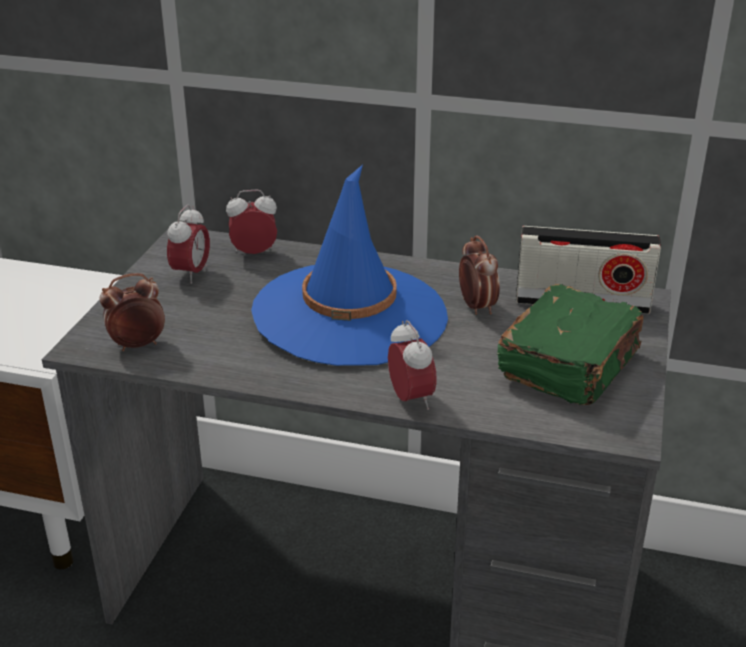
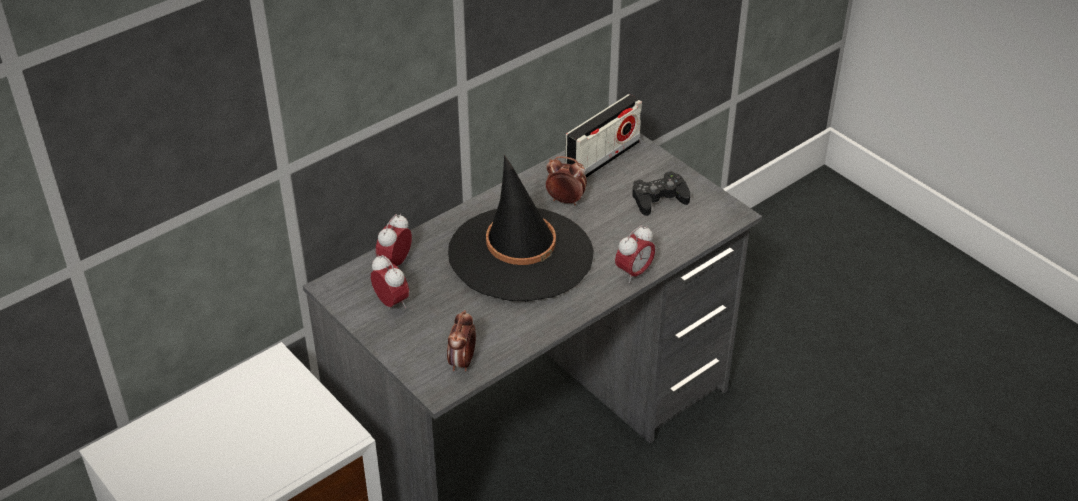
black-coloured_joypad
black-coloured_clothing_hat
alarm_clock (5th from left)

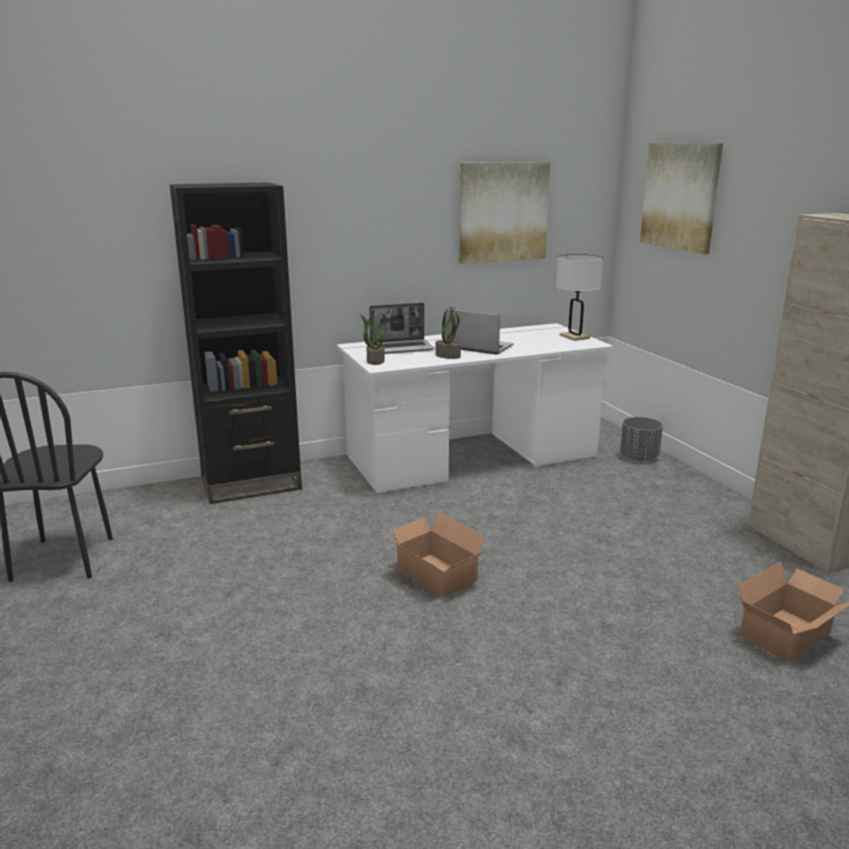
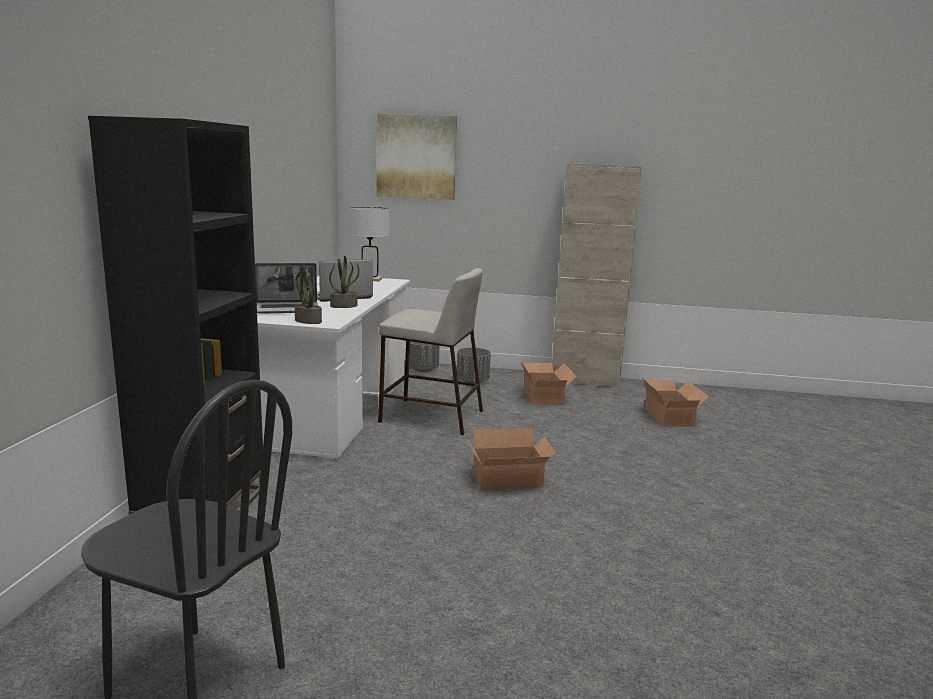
wall_picture (1st from left in the first image)
beige-coloured_stool
gray_plant_pot (2nd from left)
cardboard_box (2nd from left)
notebook_computer (1st from left)

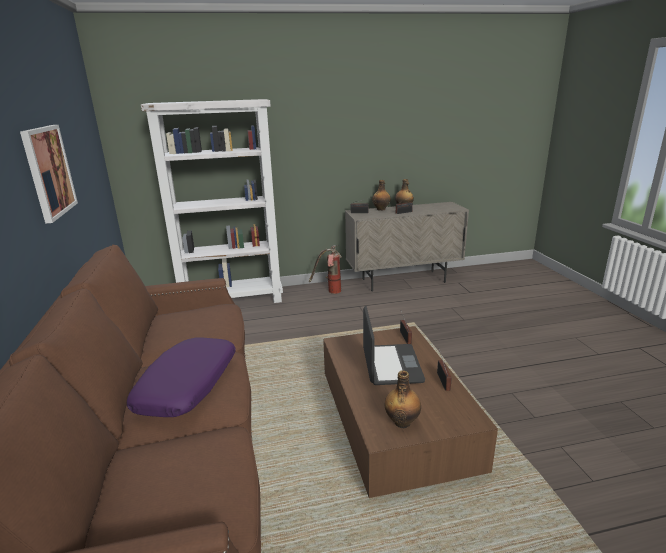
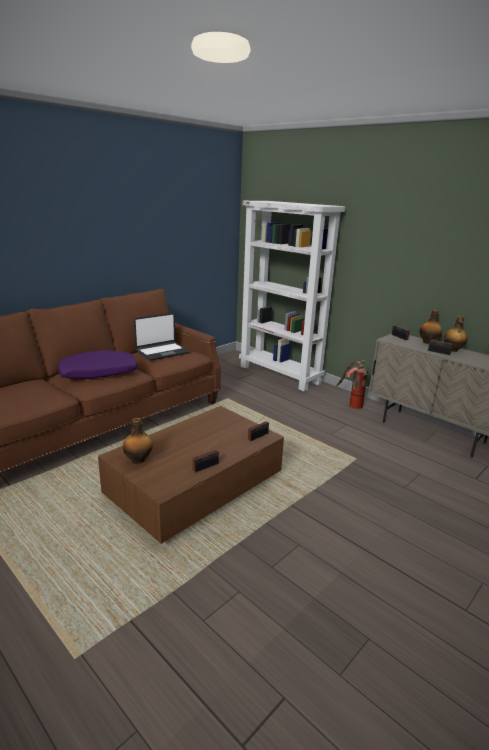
wall_picture
notebook_computer

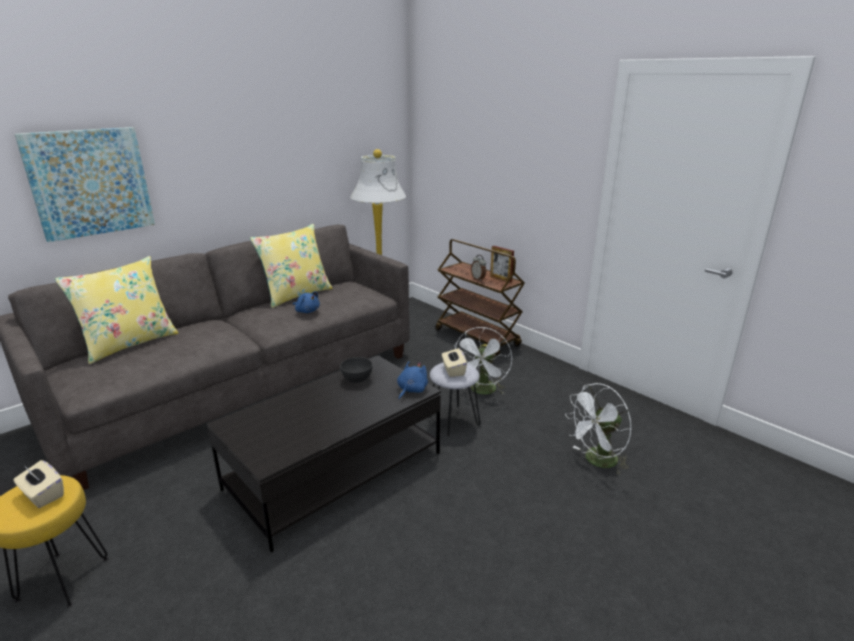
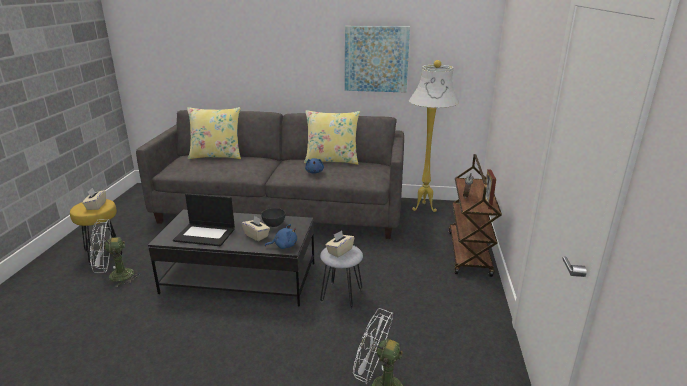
notebook_computer
beige-coloured_box_of_tissues (2nd from left)
wall_picture
white_fan (1st from left)

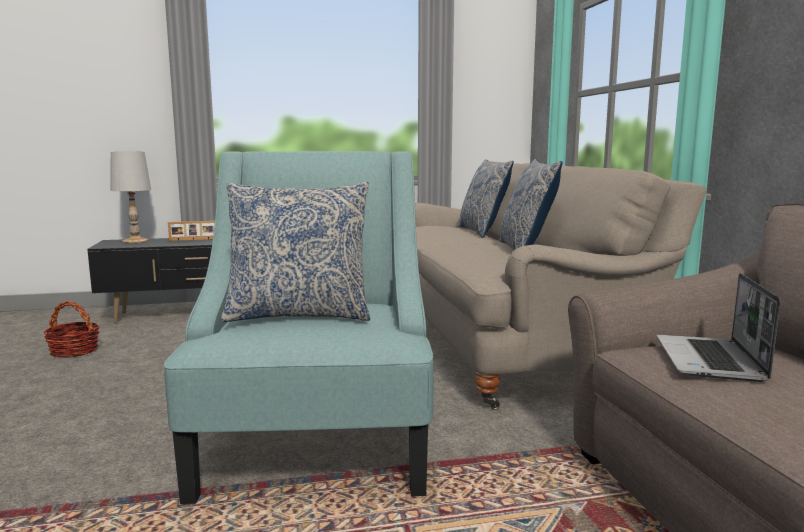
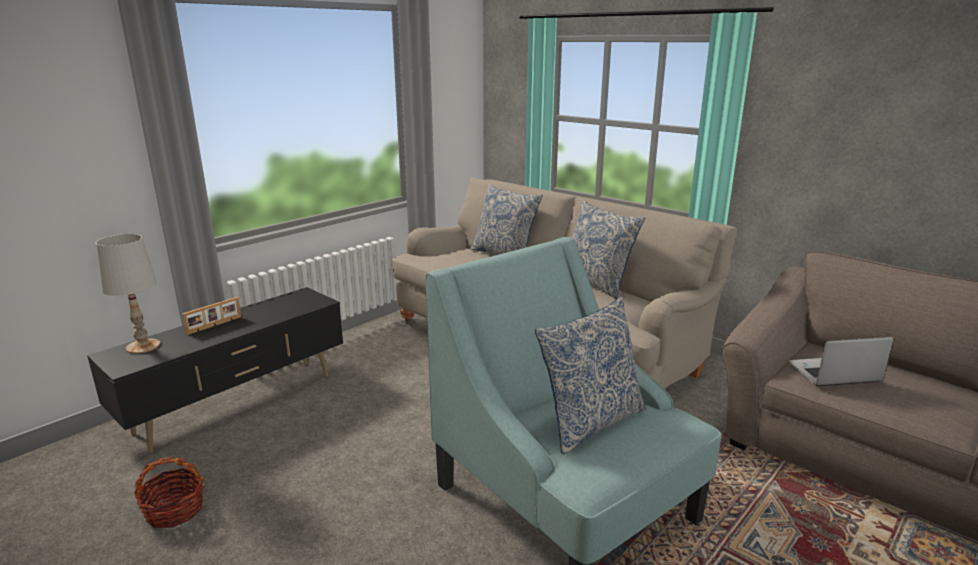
notebook_computer

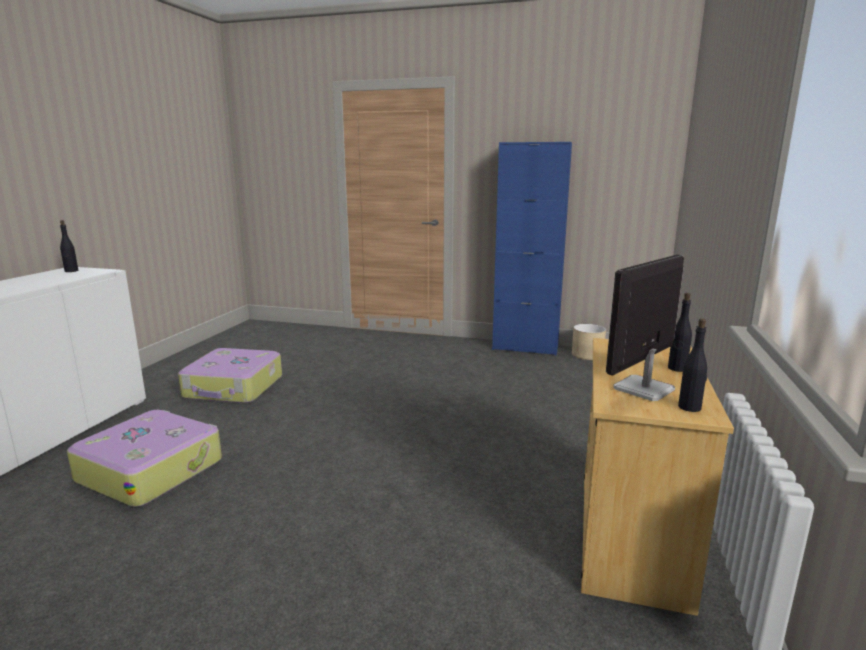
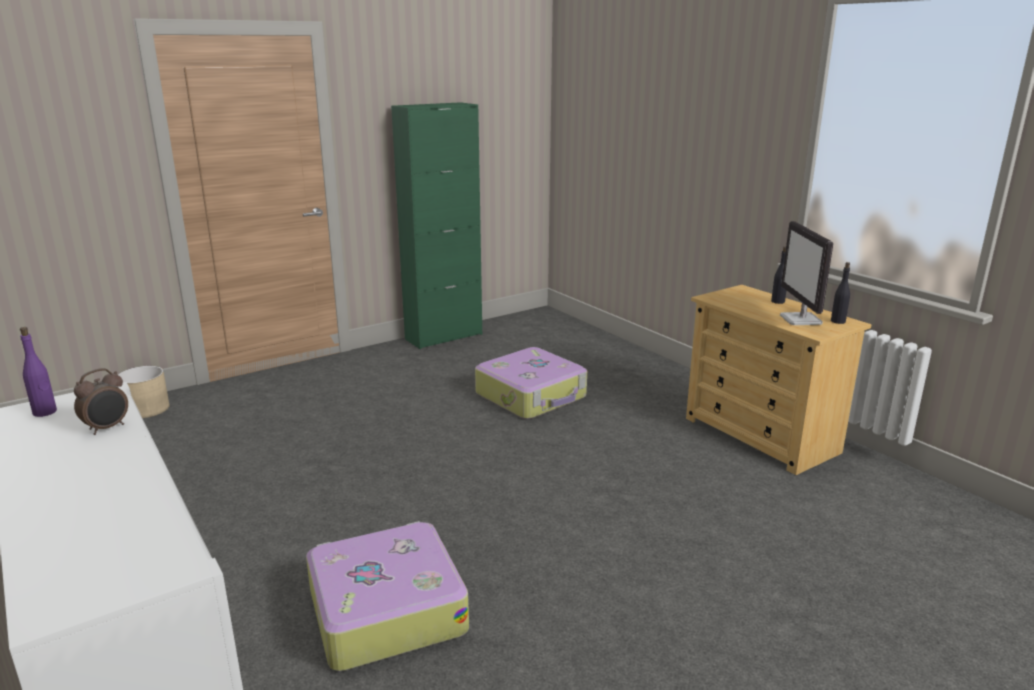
alarm_clock
piece_of_luggage (2nd from left)
beige-coloured_plant_pot
purplish_drink_bottle
green_cabinet

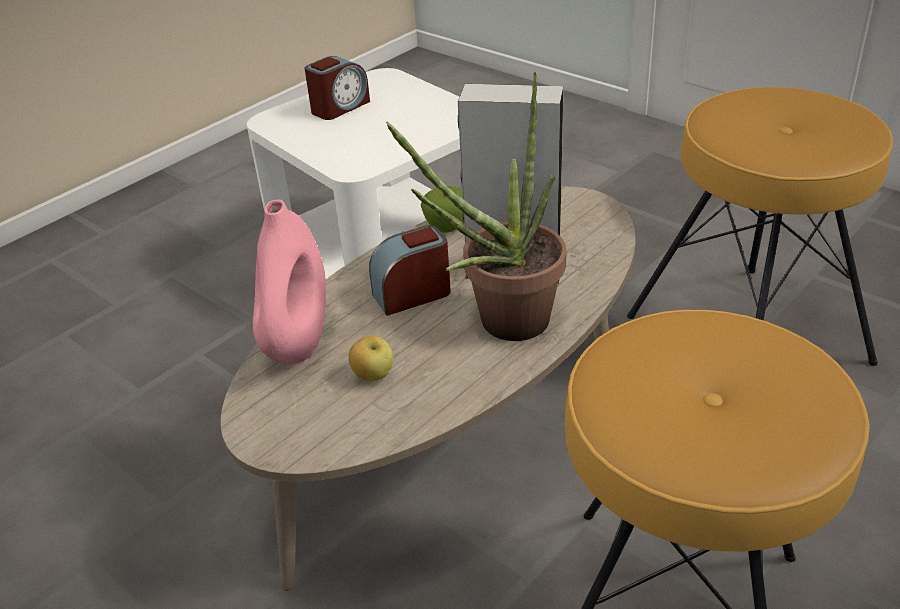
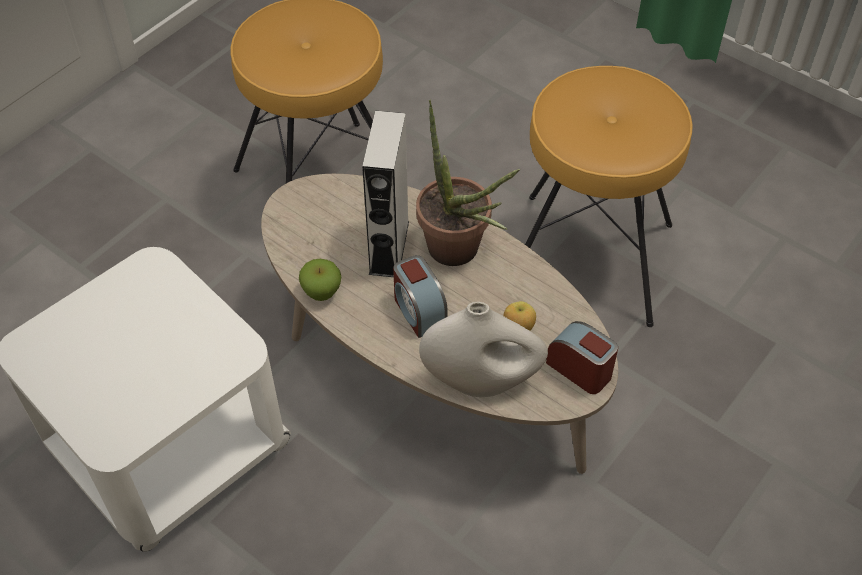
alarm_clock (2nd from left)
white_flower_vase

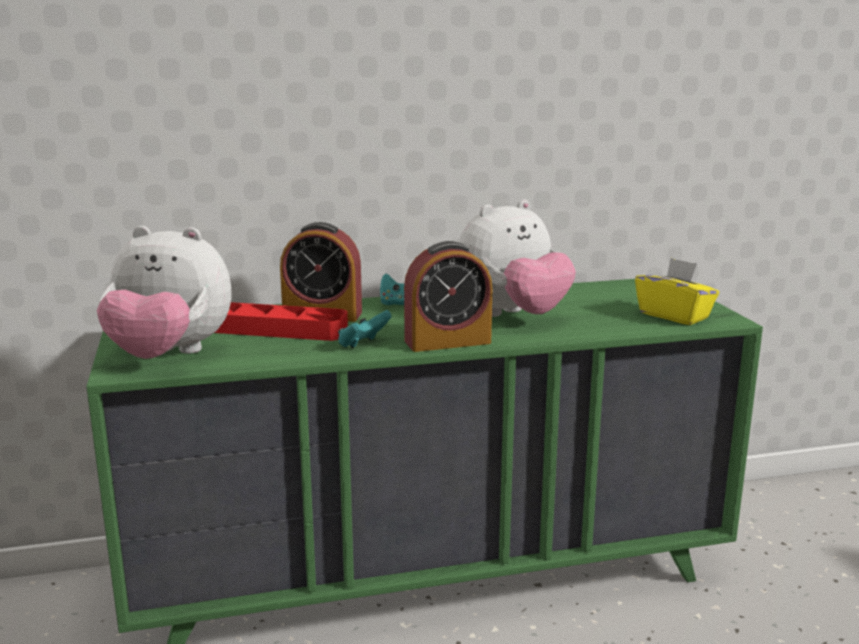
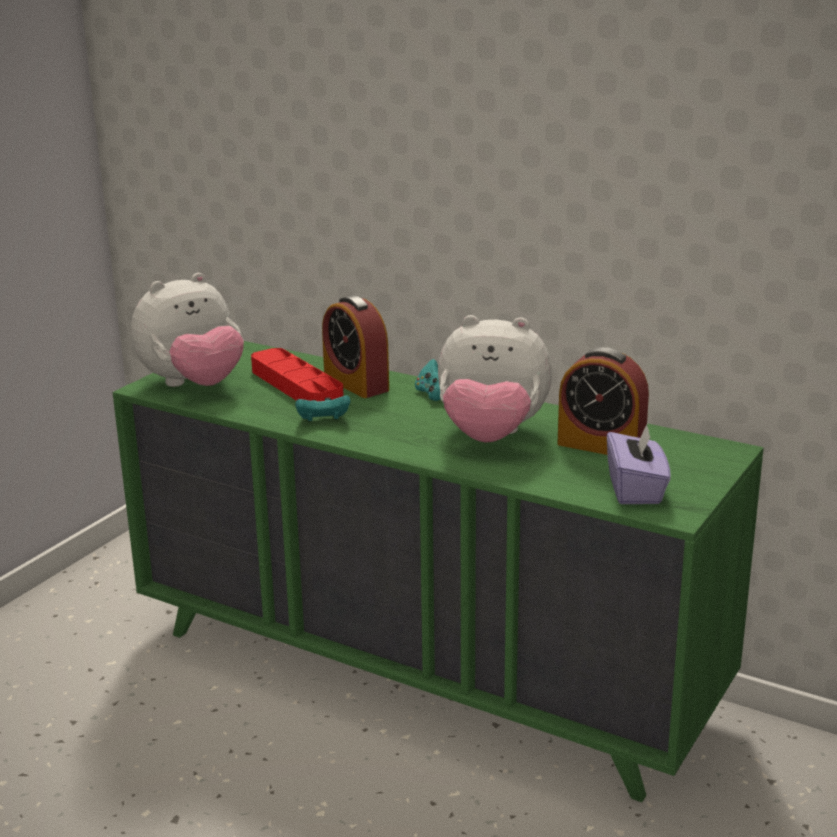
alarm_clock (2nd from left)
purplish_box_of_tissues
soft_toy (1st from left)

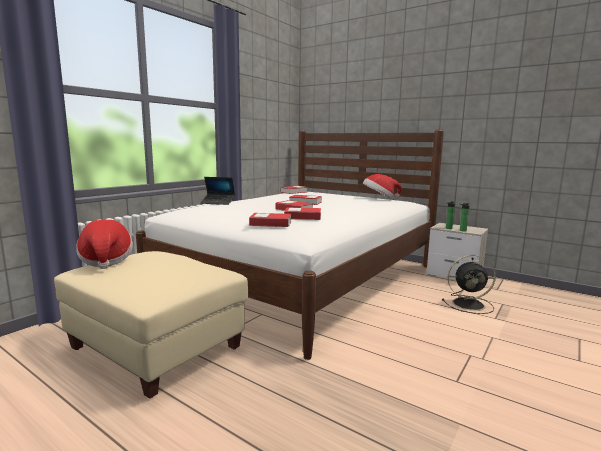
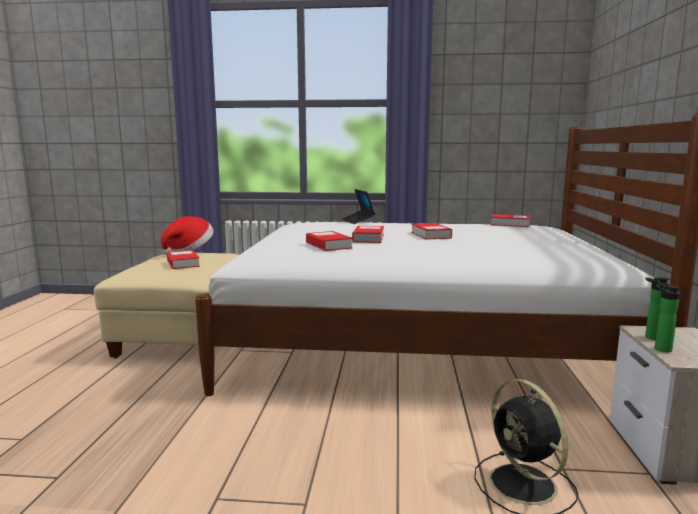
clothing_hat (2nd from left in the first image)
book (1st from left)

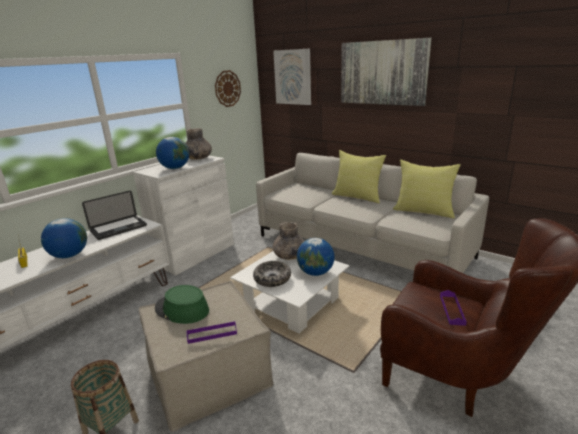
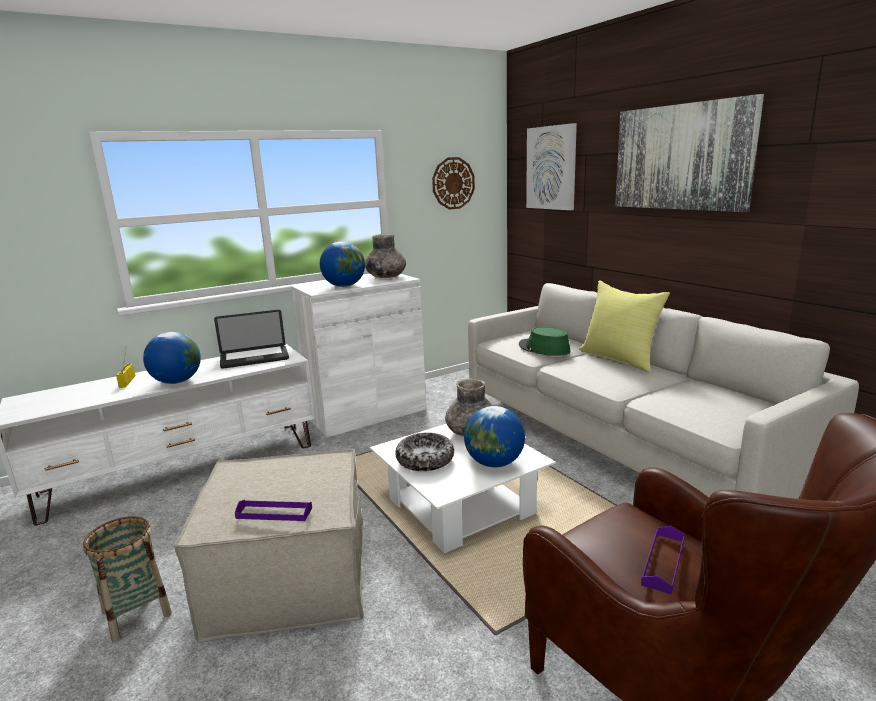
yellowish_cushion (2nd from left in the first image)
green_clothing_hat

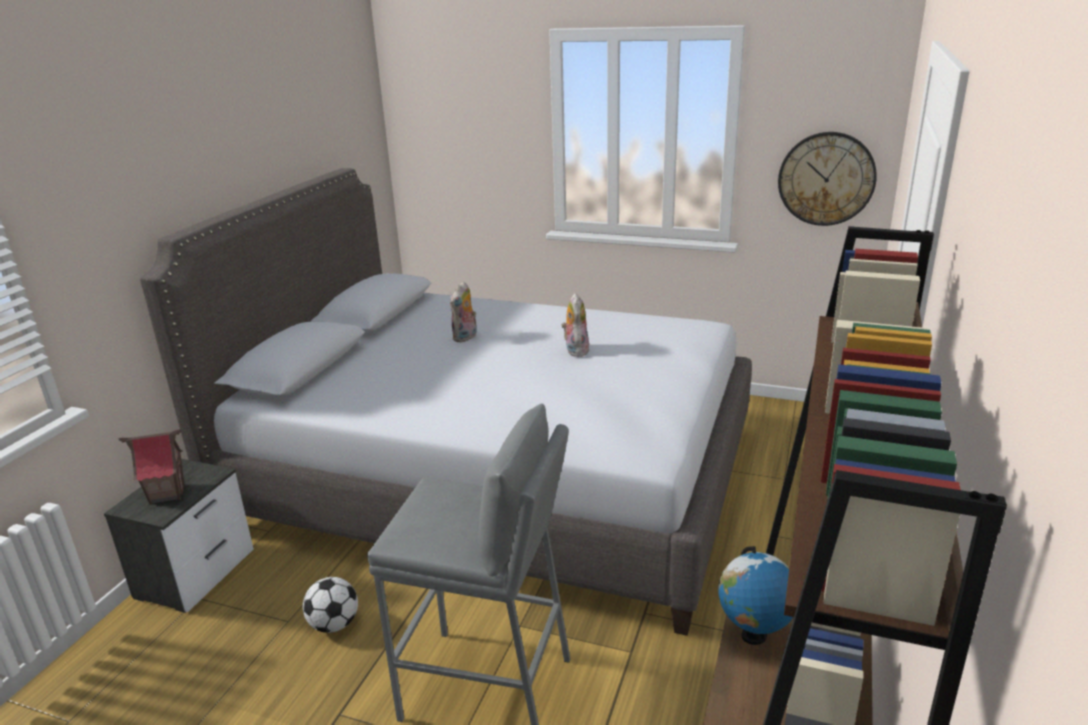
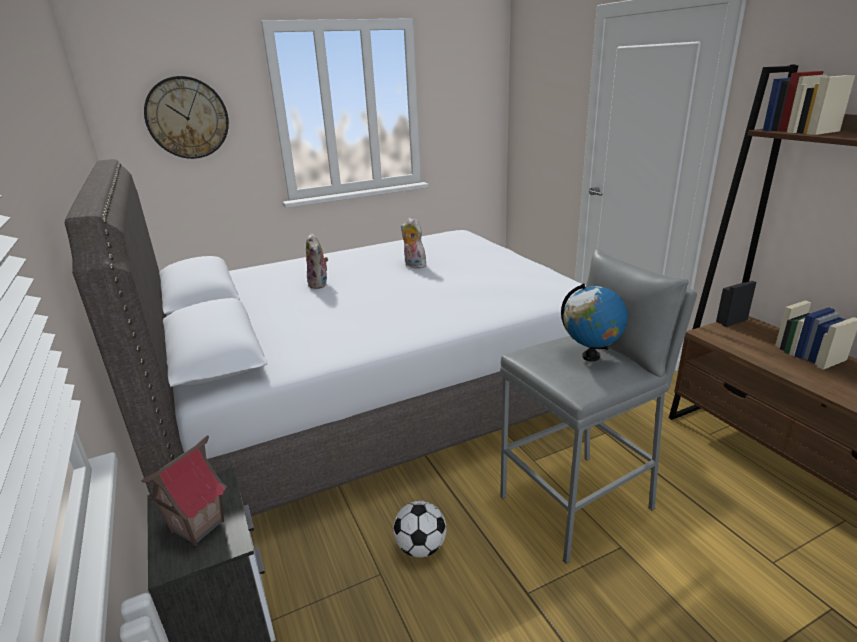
desk_globe
wall_clock

